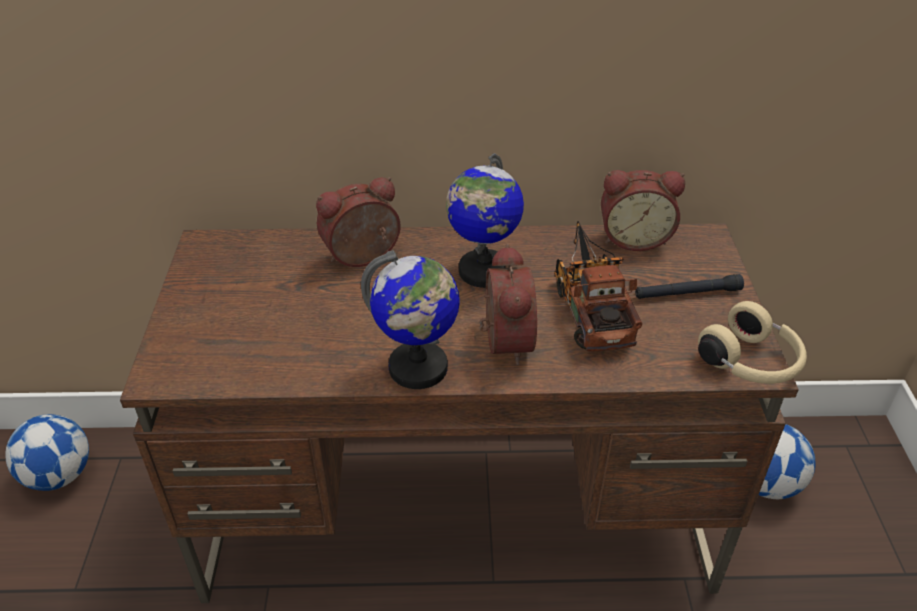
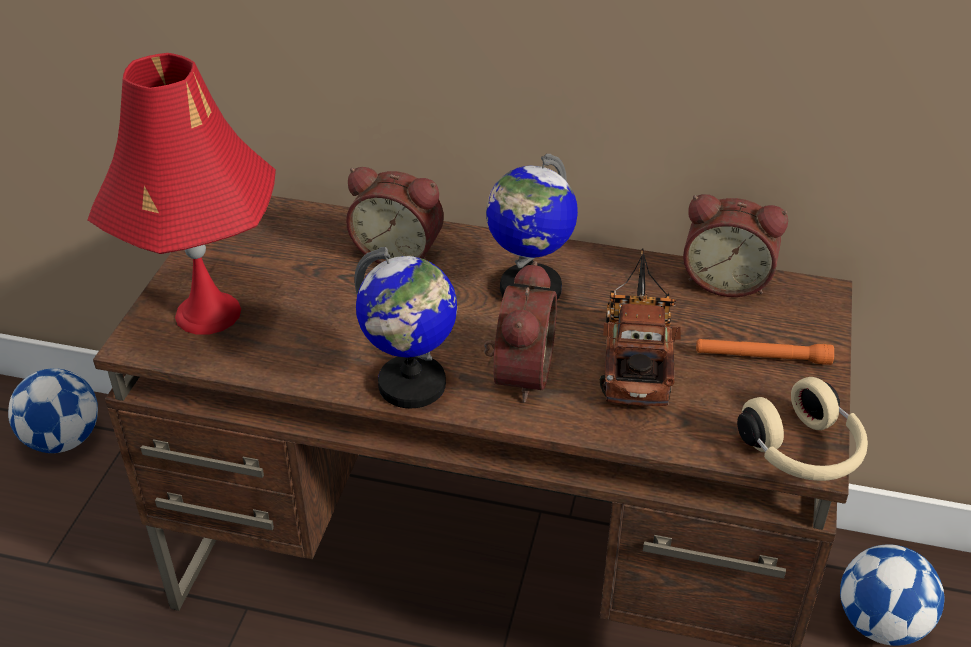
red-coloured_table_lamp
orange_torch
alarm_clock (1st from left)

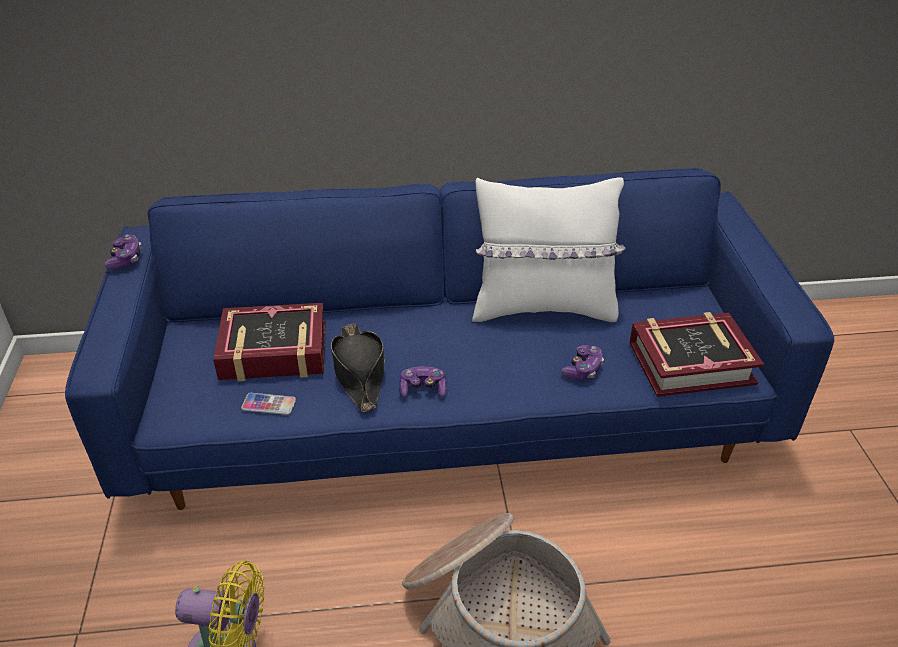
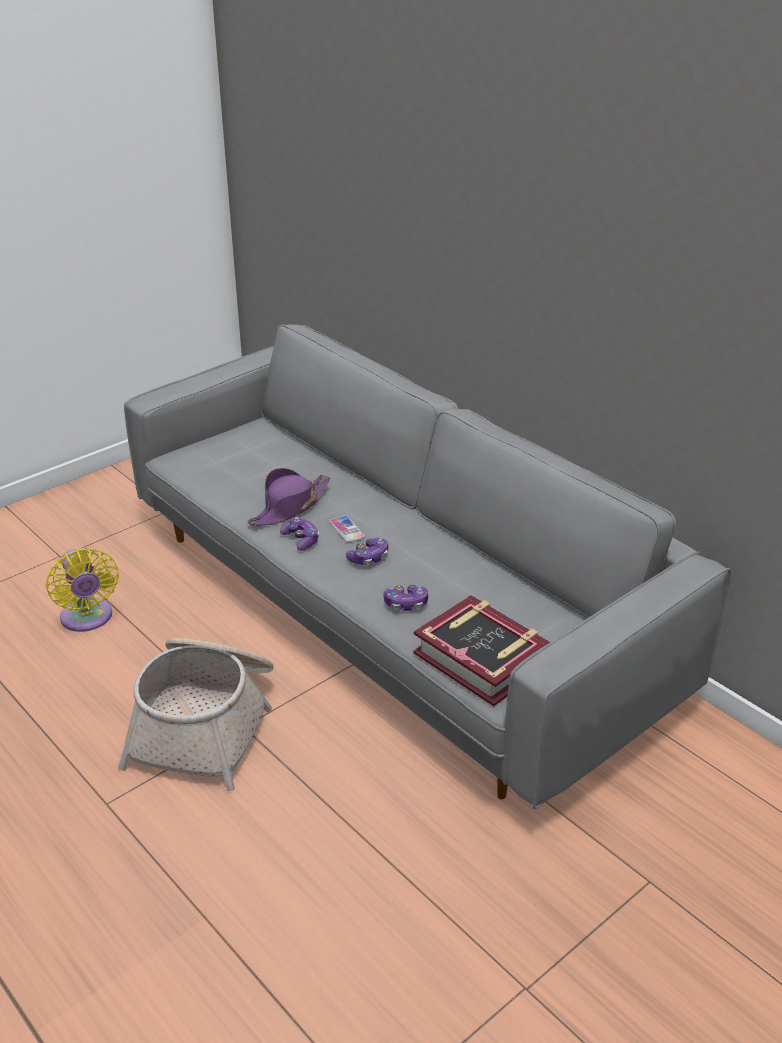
book (1st from left in the first image)
white_cushion
joypad (2nd from left)
telephone
gray_sofa
purplish_clothing_hat

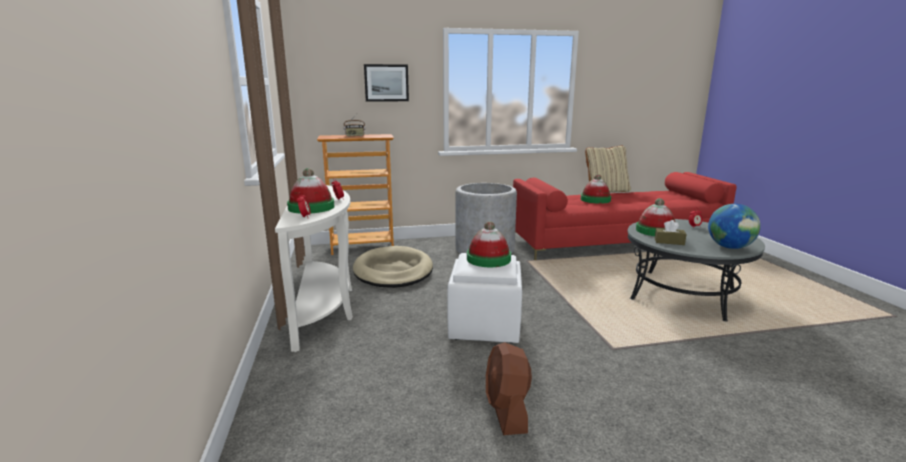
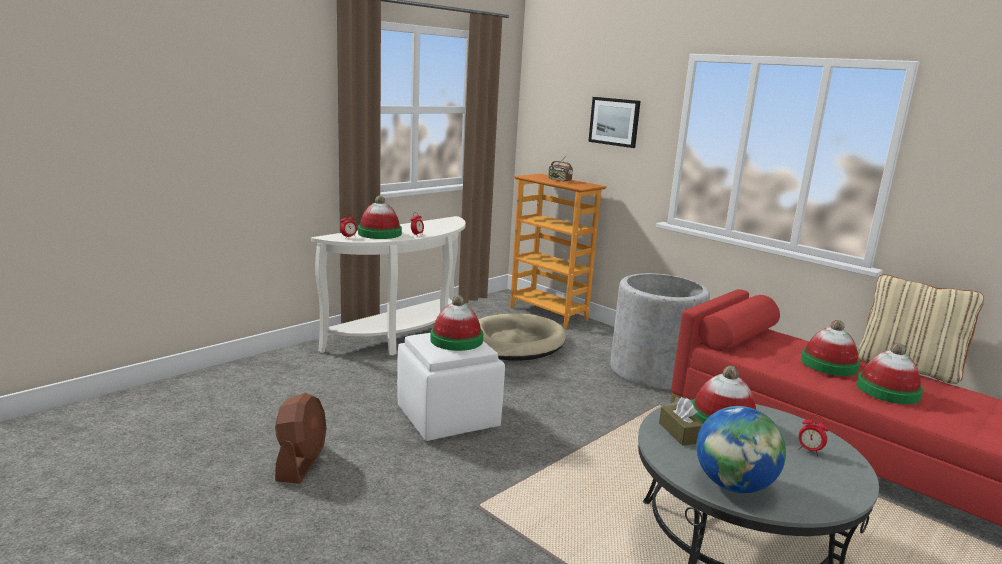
clothing_hat (5th from left)
brownish_fan

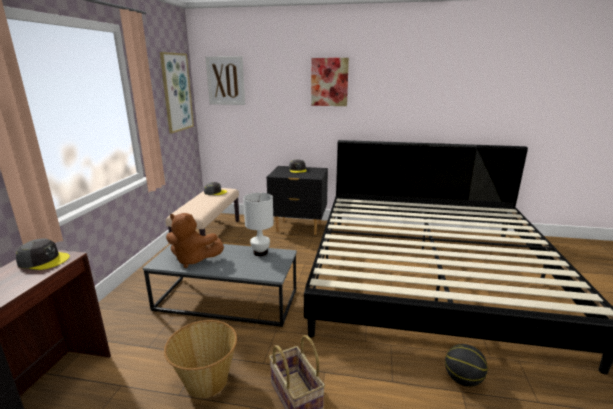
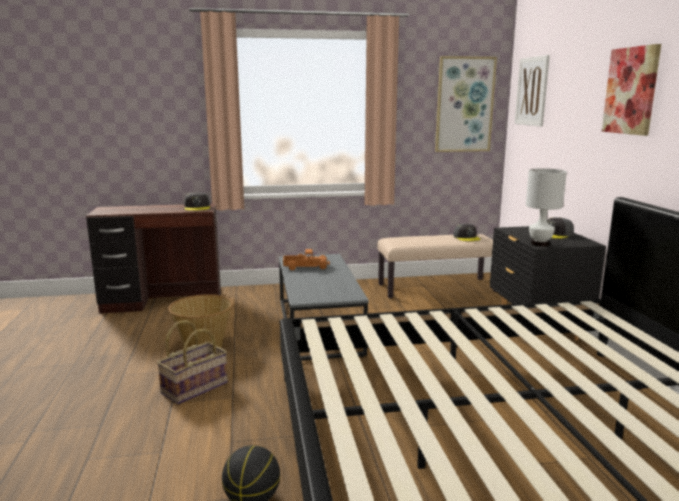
white_table_lamp
toy_truck

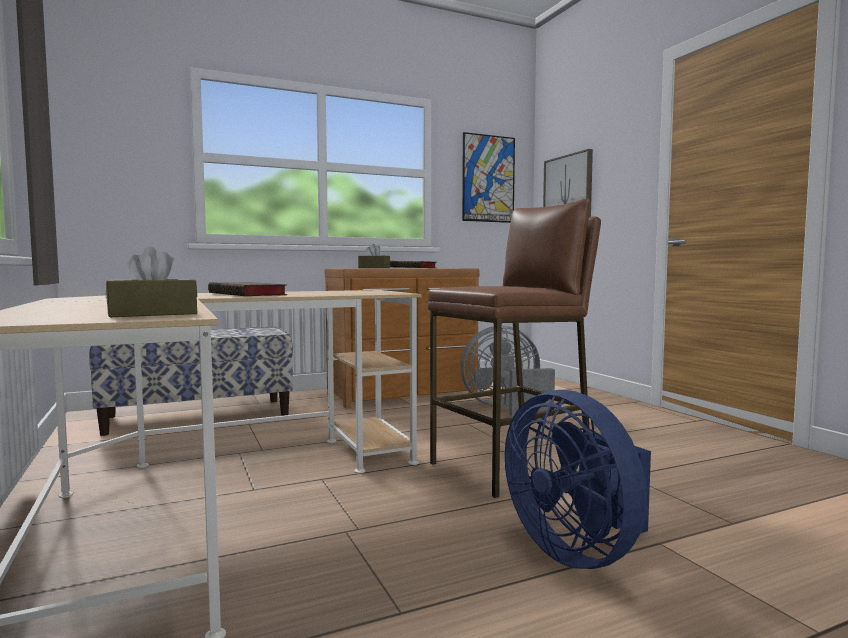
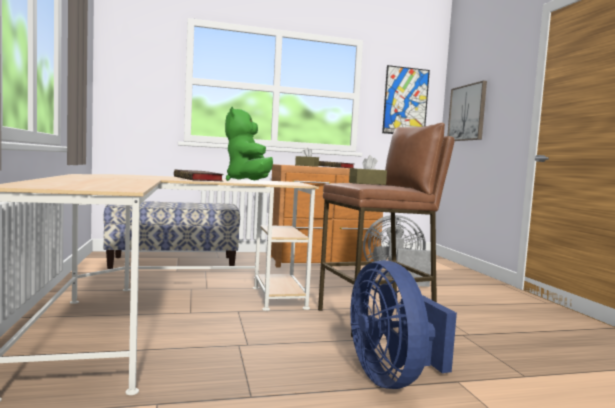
green_soft_toy
brownish_box_of_tissues (2nd from left)

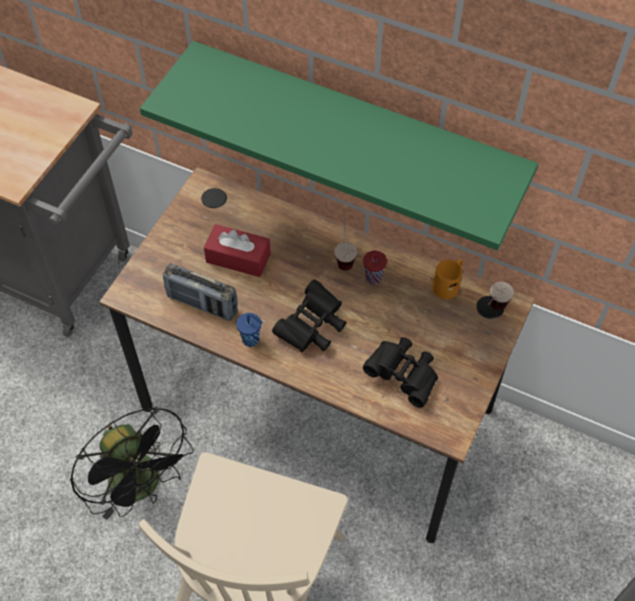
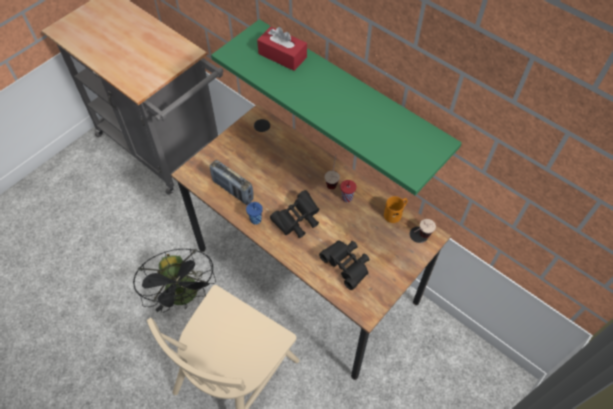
red-coloured_box_of_tissues

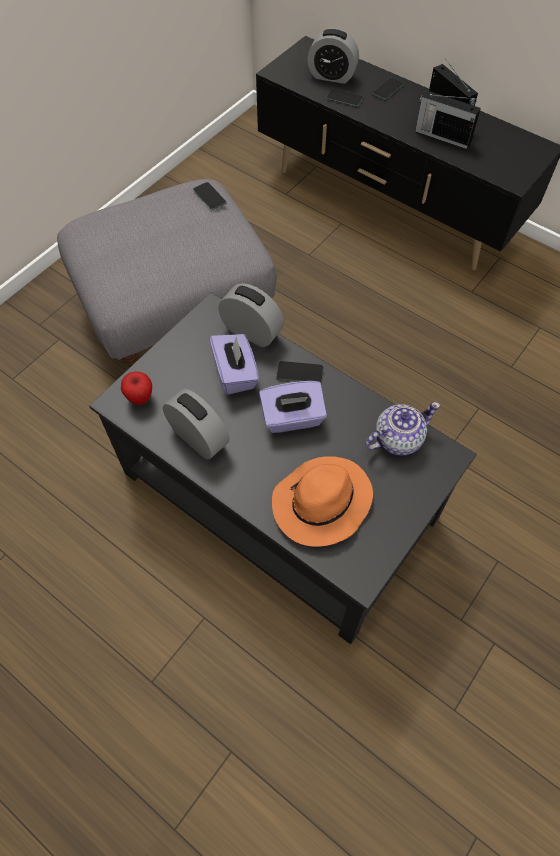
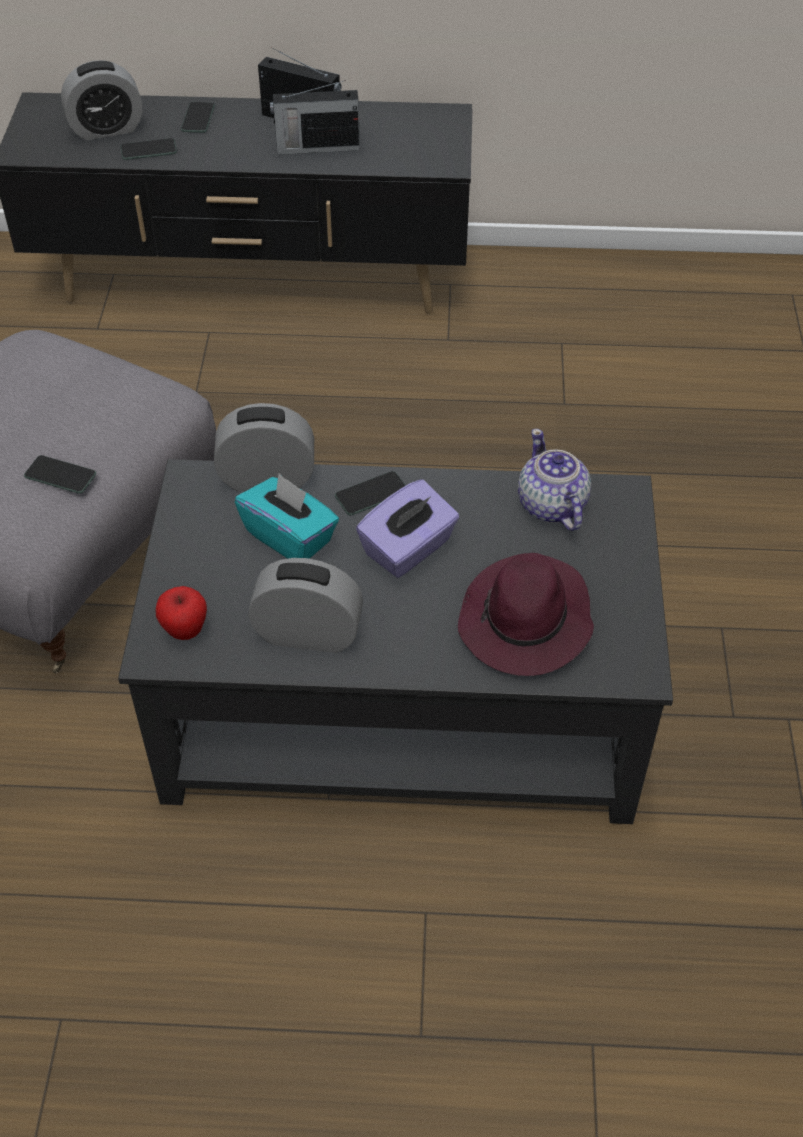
telephone (1st from left)
turquoise_box_of_tissues
purplish_clothing_hat
tea_pot

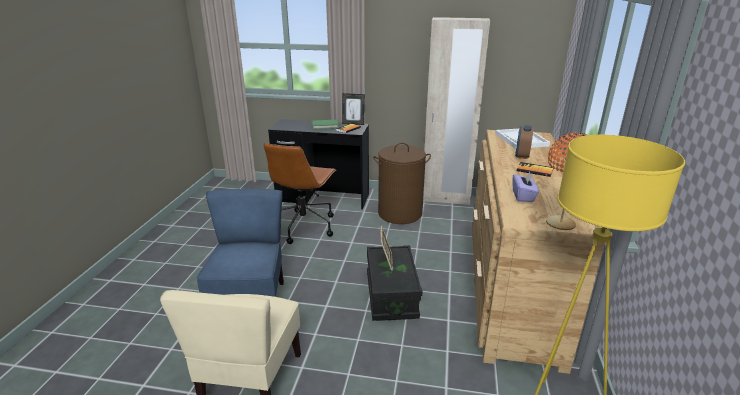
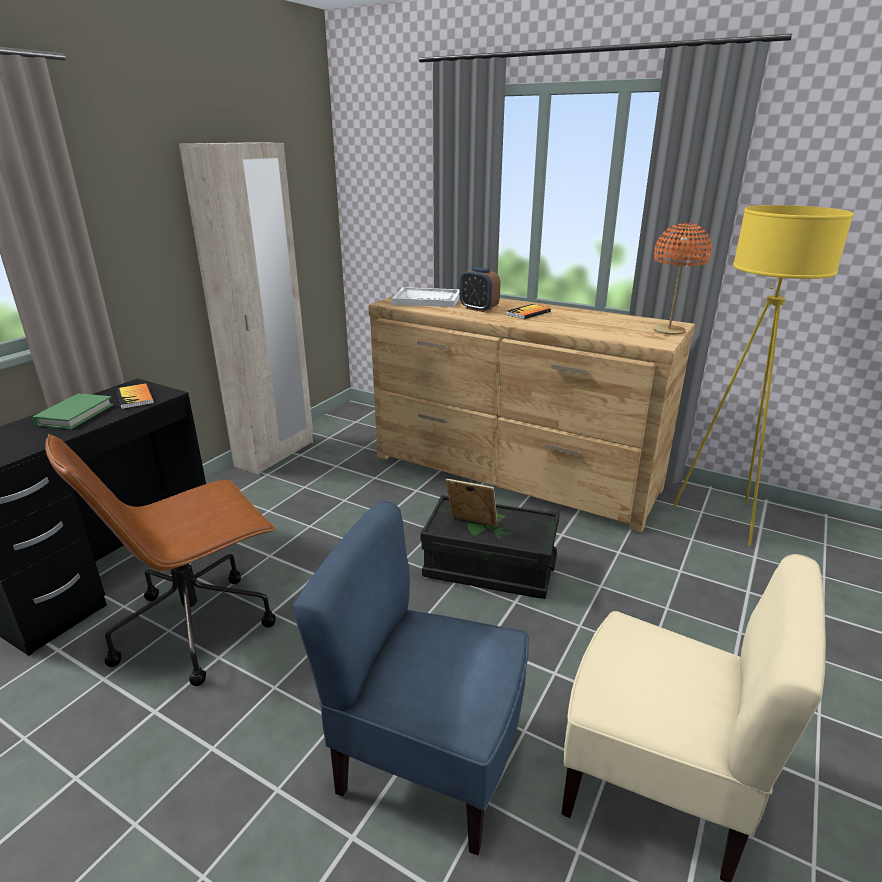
picture_frame (1st from left in the first image)
brownish_hamper
purplish_box_of_tissues
brownish_desk_chair

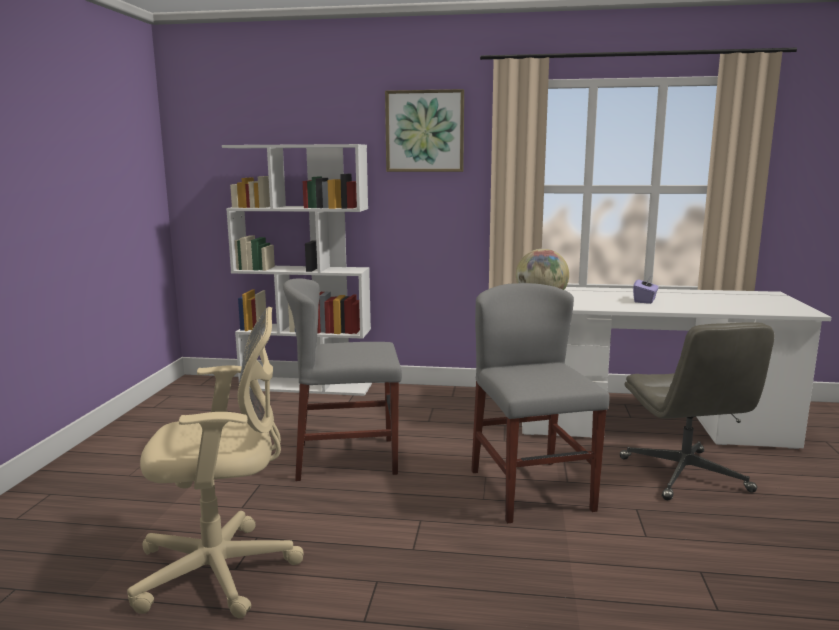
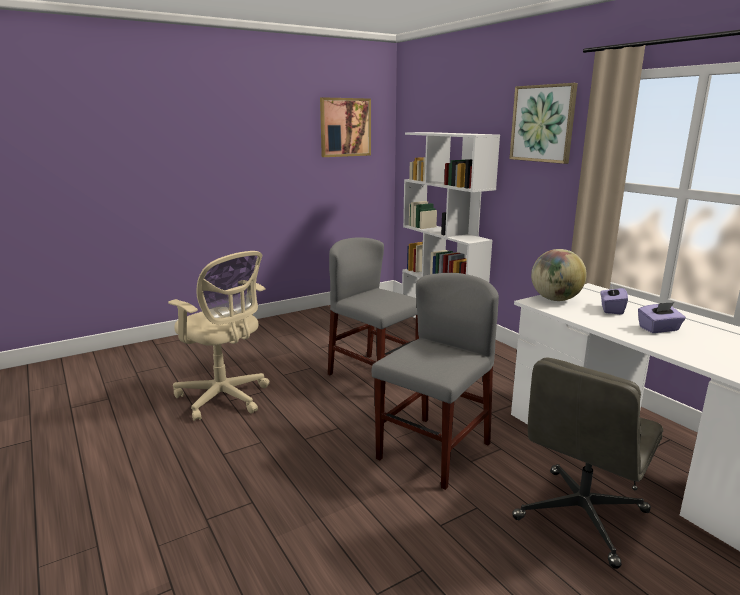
wall_picture (1st from left)
purplish_box_of_tissues (1st from left)

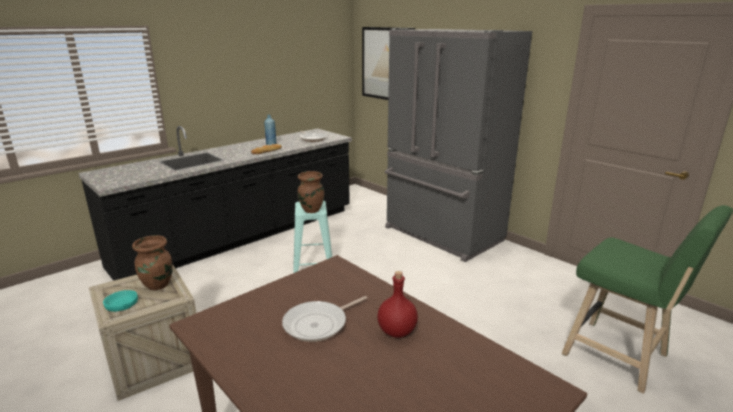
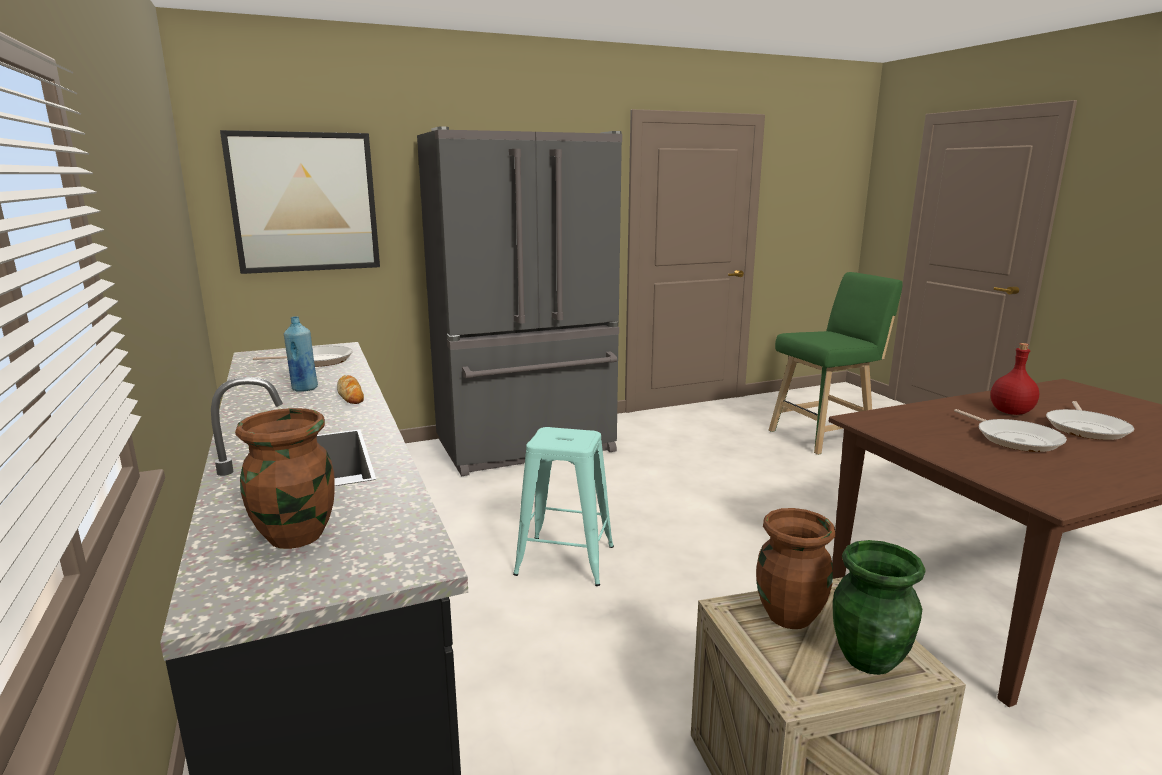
pan (3rd from left)
brownish_flower_vase (1st from left)
green_flower_vase

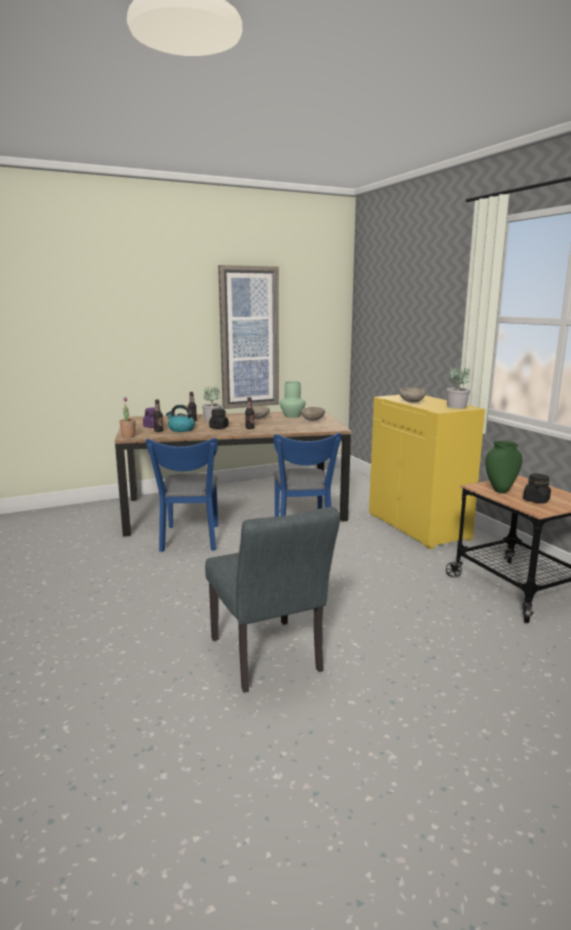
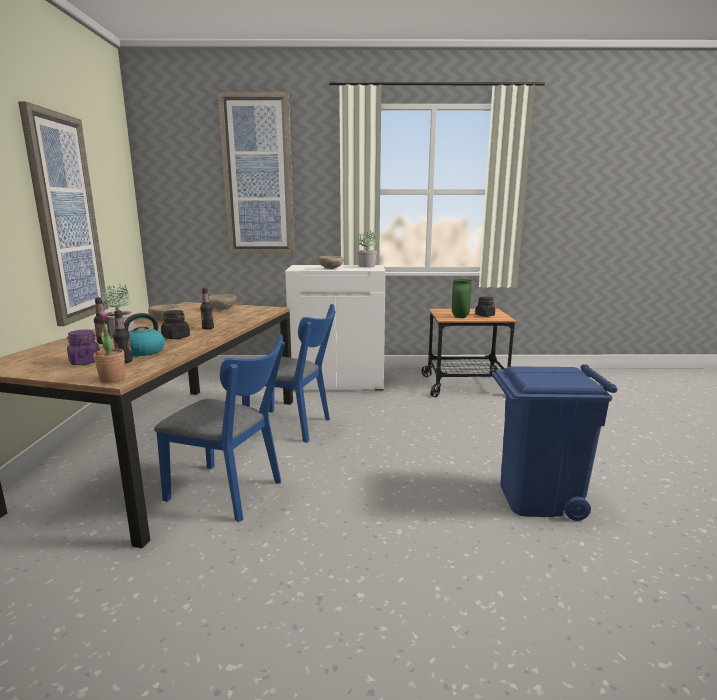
green_flower_vase (1st from left in the first image)
wall_picture (2nd from left)
blue_waste_bin
white_cabinet

